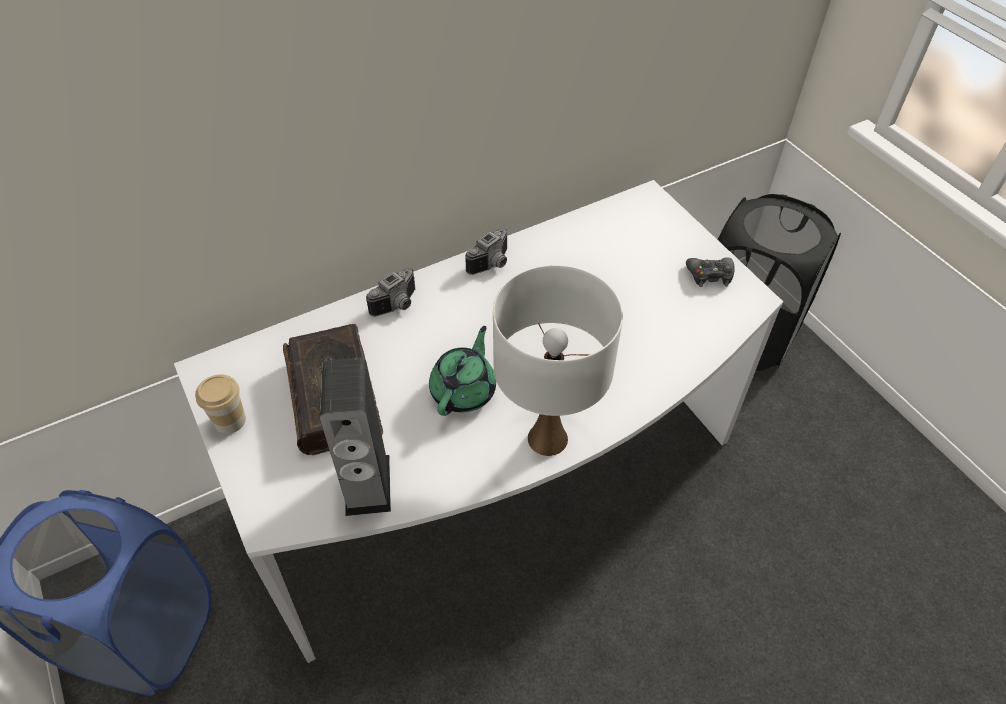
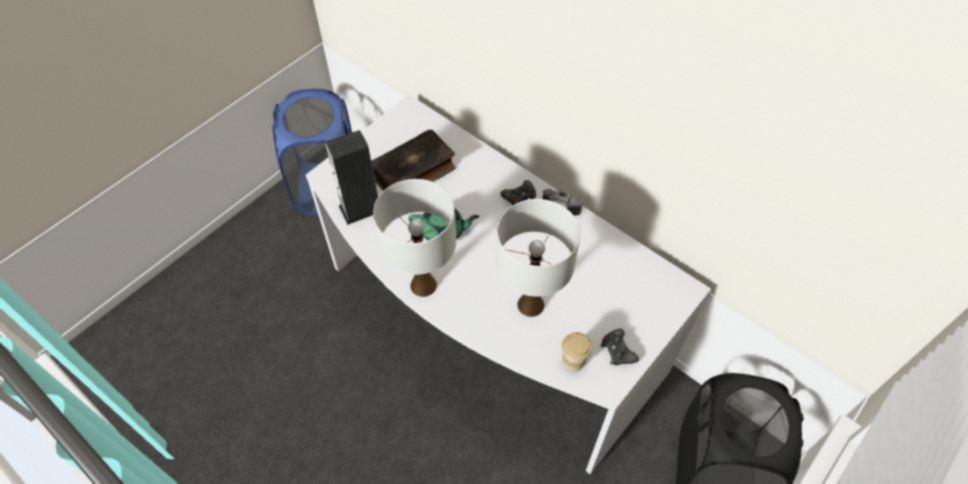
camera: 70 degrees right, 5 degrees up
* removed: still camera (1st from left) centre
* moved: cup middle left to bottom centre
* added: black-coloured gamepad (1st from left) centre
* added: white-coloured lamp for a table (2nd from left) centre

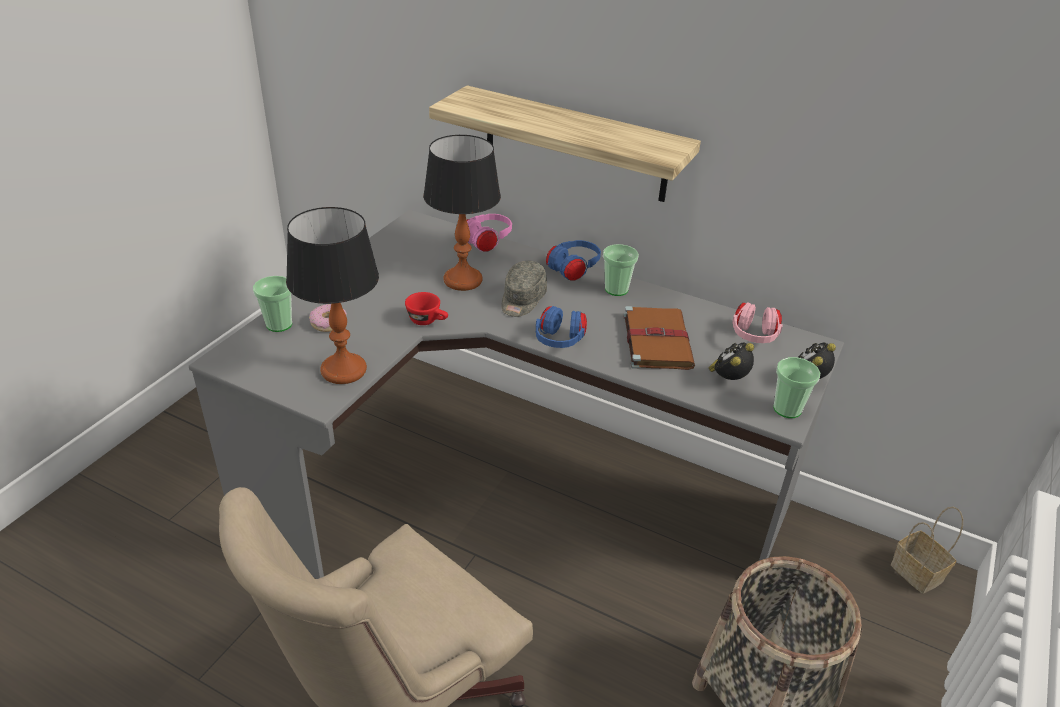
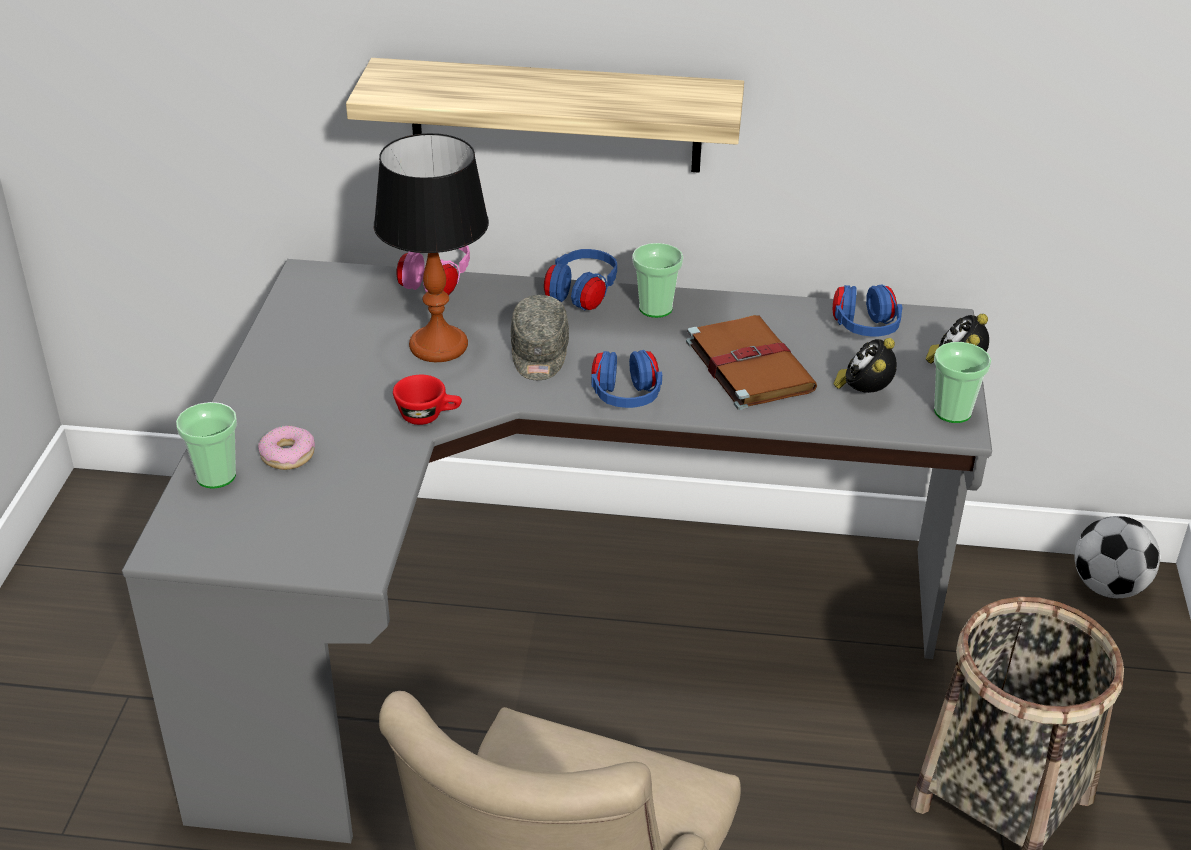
camera: 20 degrees left, 0 degrees up
* removed: lamp for a table (1st from left) middle left
* recoloured: pink pair of headphones (2nd from left) middle right to blue pair of headphones (3rd from left) middle right
* replaced: household basket (2nd from left) bottom right to football ball middle right

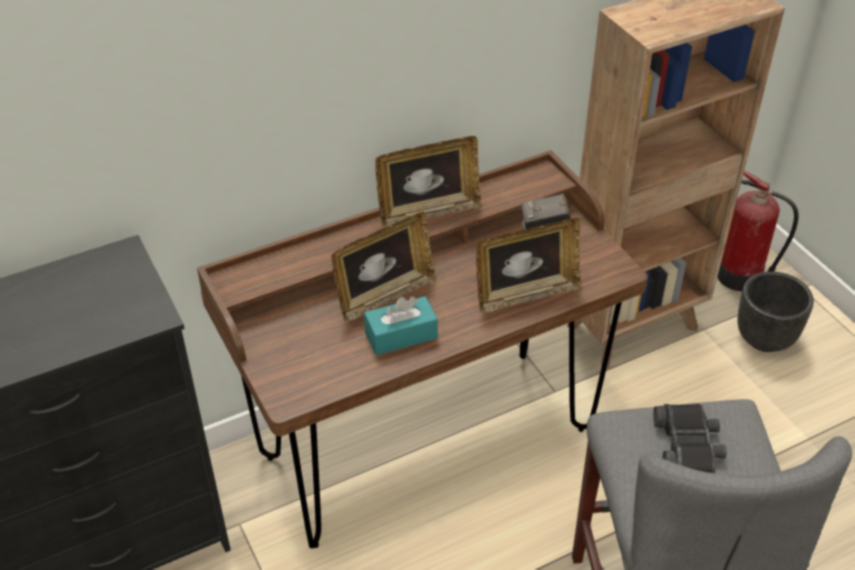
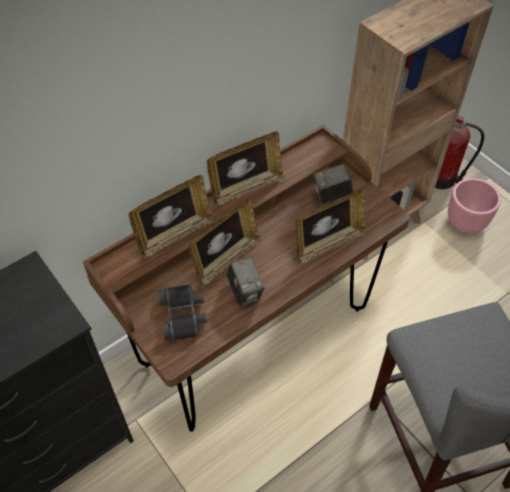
camera: 10 degrees left, 10 degrees up
* recoloured: black-coloured plant pot middle right to pink plant pot middle right
* replaced: blue-green tissue box centre to still camera (1st from left) centre
* moved: black-coloured binoculars bottom right to centre
* added: picture frame (1st from left) centre

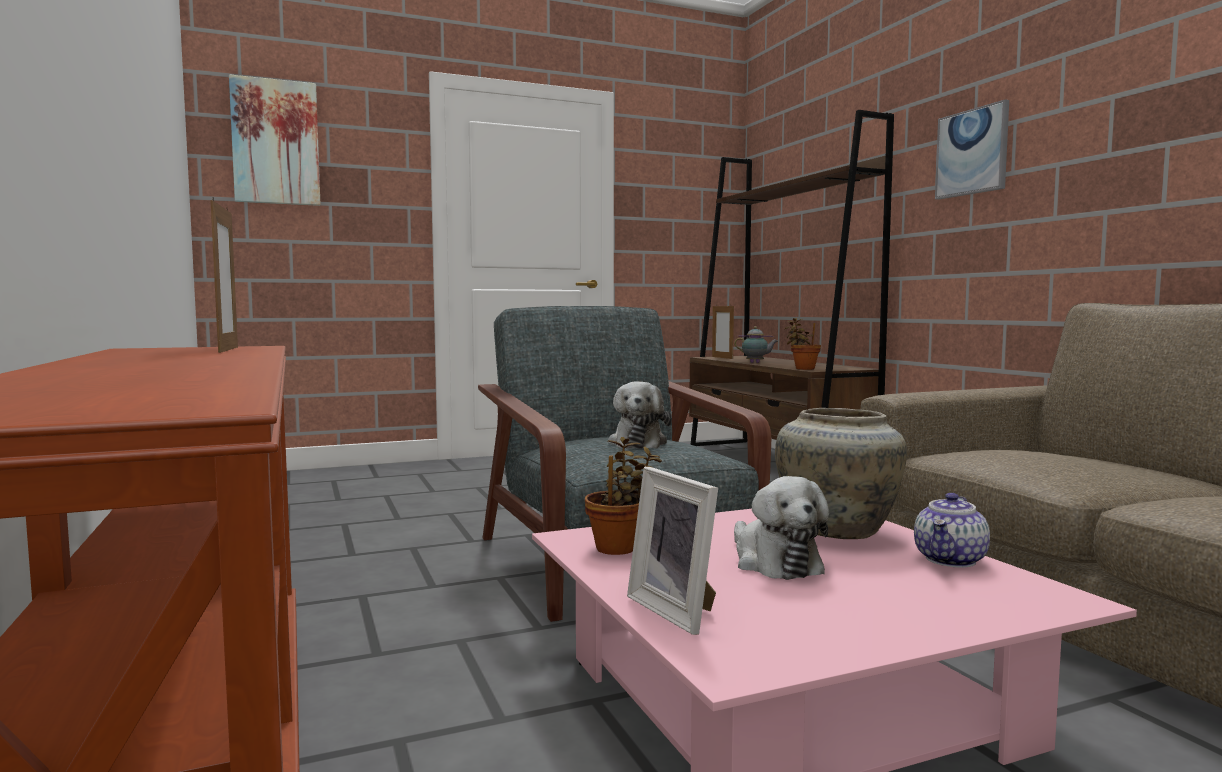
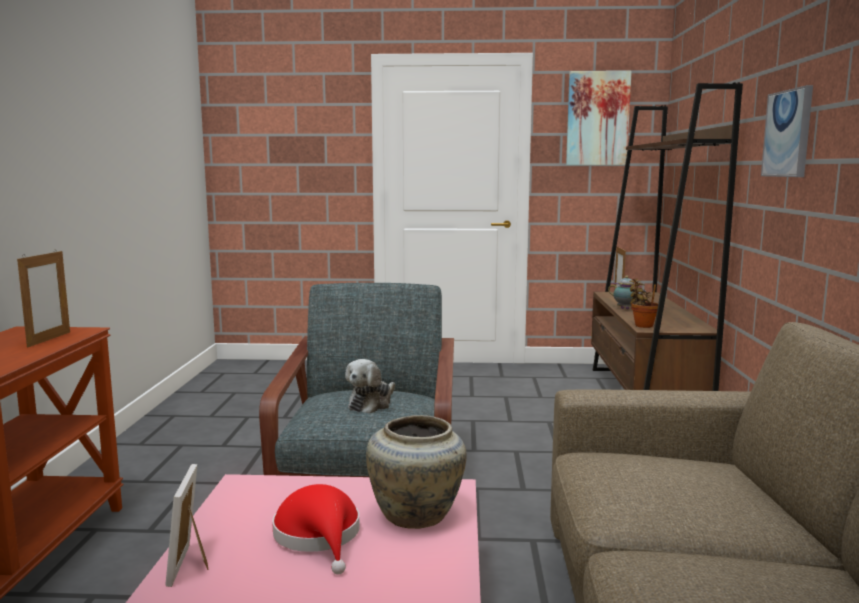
camera: 25 degrees right, 5 degrees up
* moved: wall picture (1st from left) top left to top right
* removed: potted plant (1st from left) centre
* replaced: cuddly toy (2nd from left) bottom centre to reddish wearable hat bottom centre
* removed: pot for tea (2nd from left) bottom right

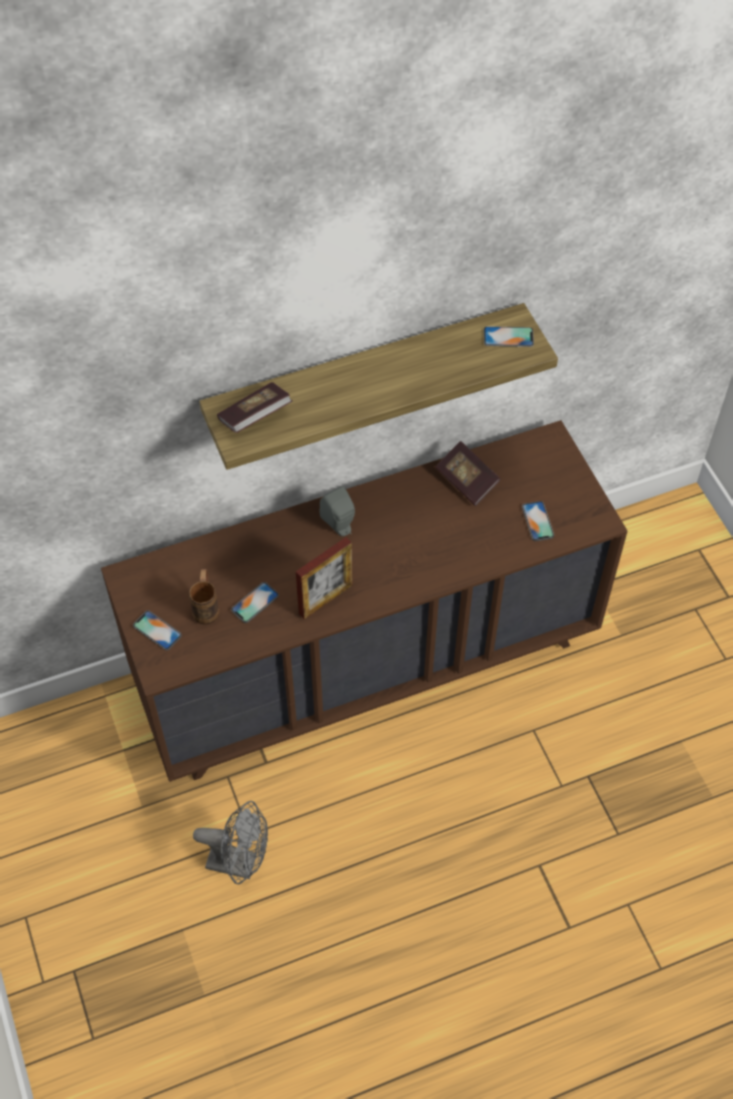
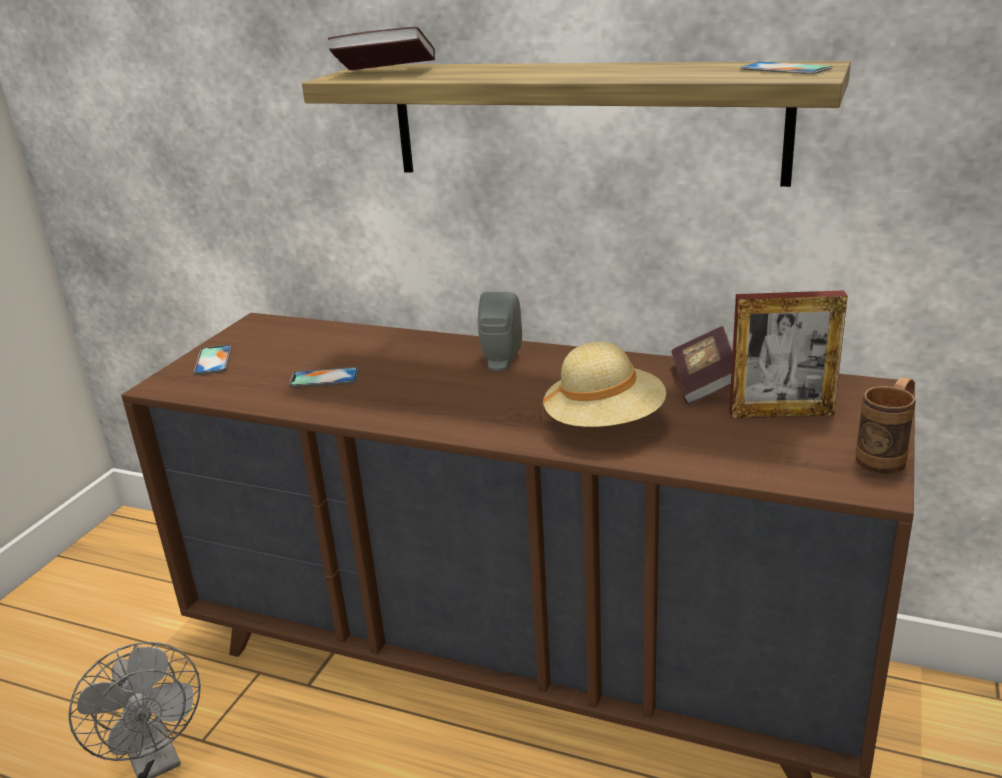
camera: 45 degrees right, 30 degrees down
* removed: telephone (4th from left) middle right
* moved: picture frame centre to middle right
* moved: brownish coffee mug middle left to middle right
* added: beige-coloured wearable hat centre

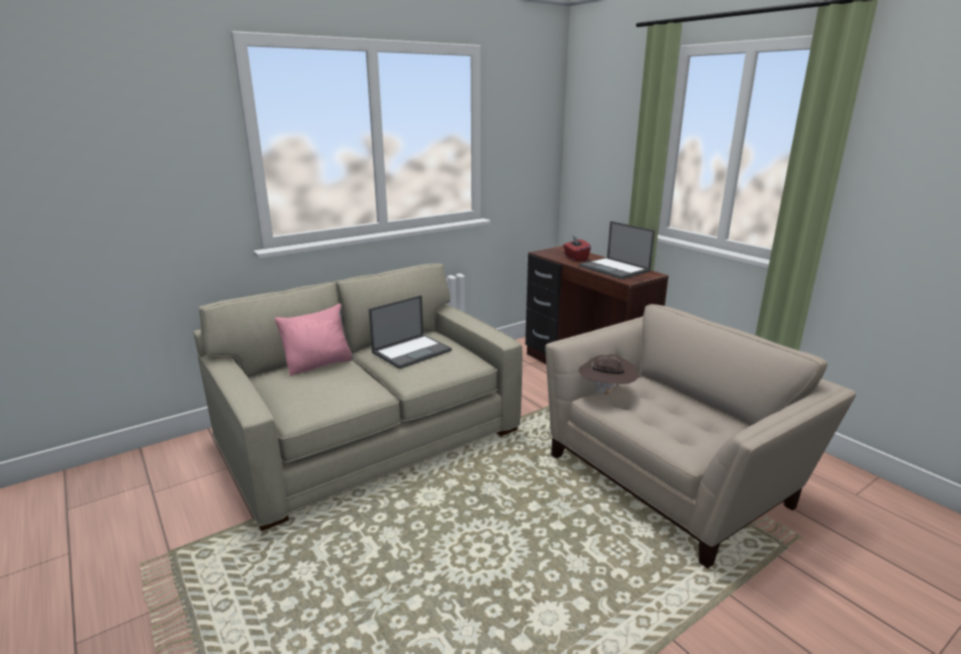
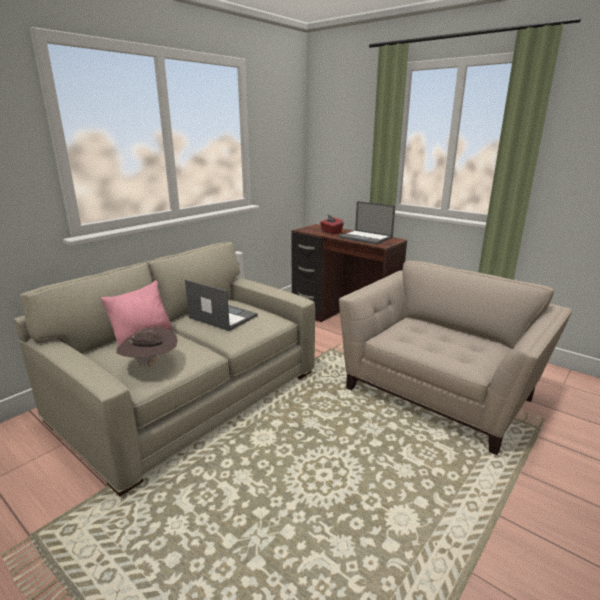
camera: 15 degrees left, 0 degrees up
* turned: portable computer (1st from left) centre = centre 90 degrees counterclockwise
* moved: brownish wearable hat centre to middle left

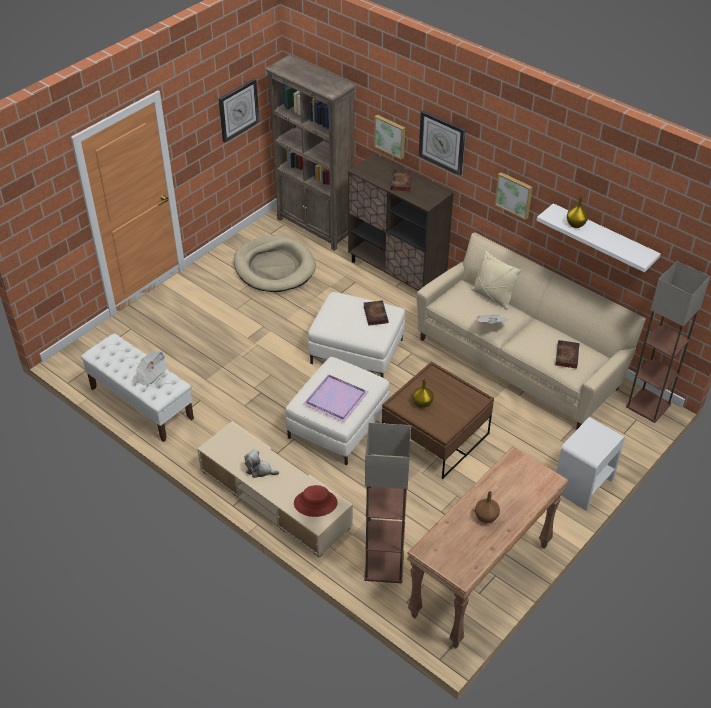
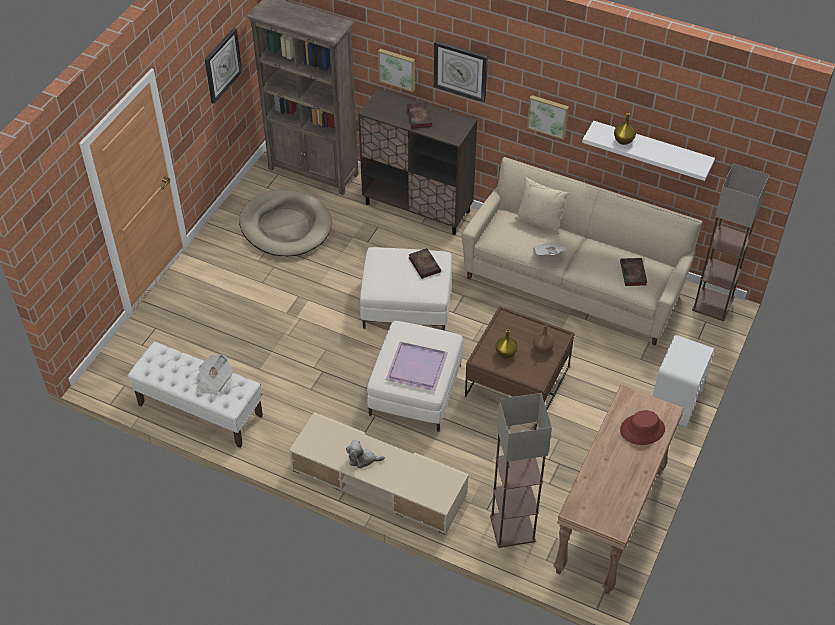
camera: 15 degrees left, 5 degrees up
* moved: reddish wearable hat bottom centre to bottom right
* moved: brownish flower vase bottom right to centre

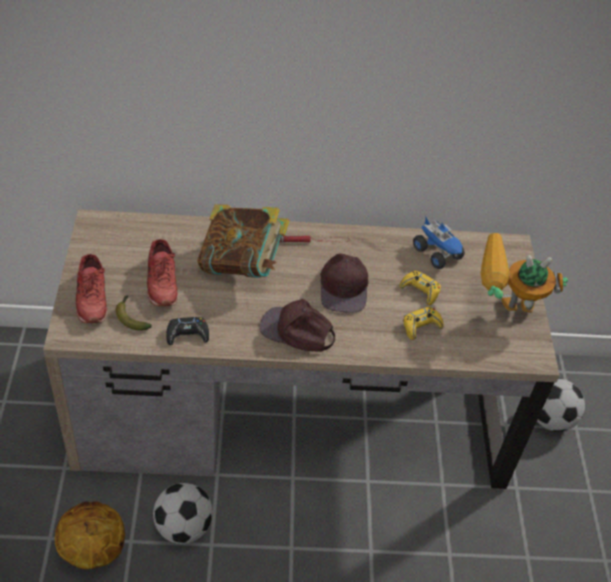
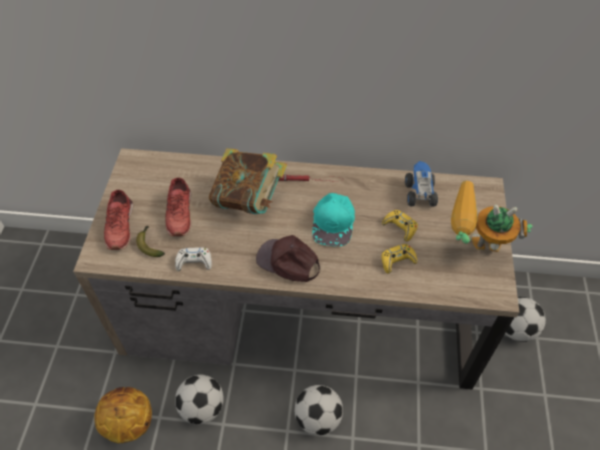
camera: 10 degrees right, 5 degrees up
* turned: toy lorry middle right = middle right 150 degrees counterclockwise
* recoloured: brownish peaked cap (2nd from left) centre to blue-green peaked cap centre
* recoloured: black-coloured gamepad middle left to white-coloured gamepad middle left
* added: football ball (2nd from left) bottom centre

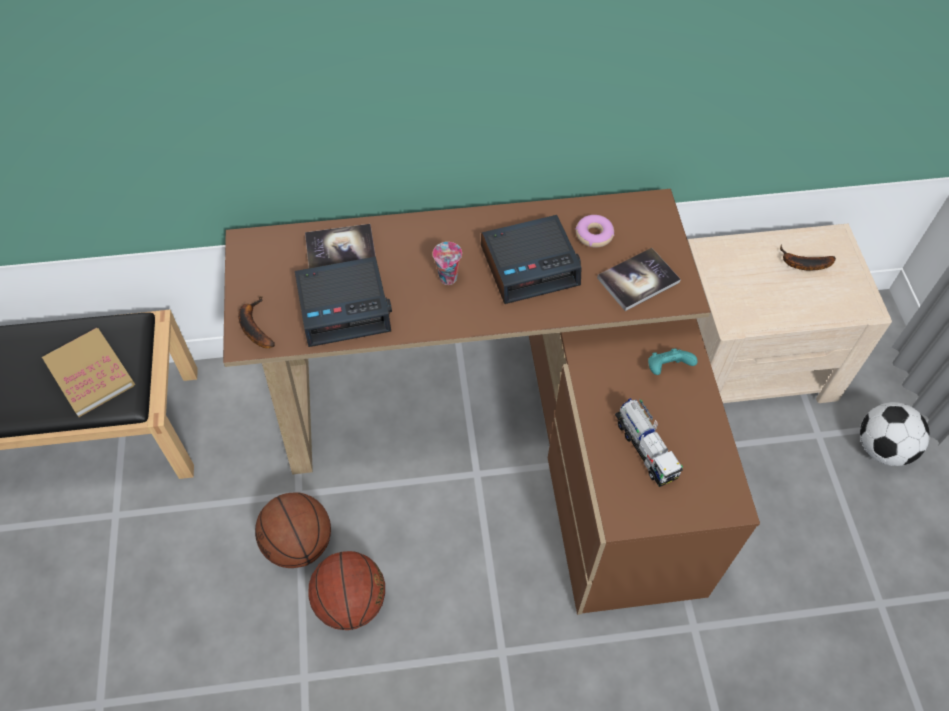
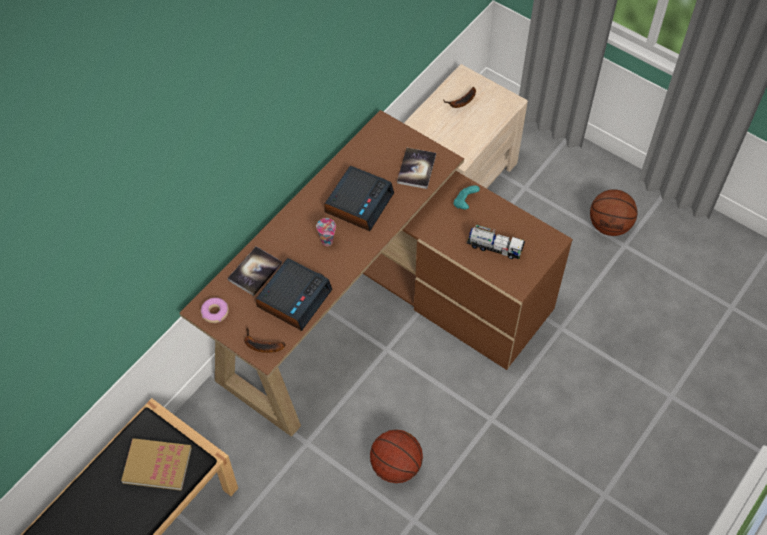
camera: 45 degrees left, 0 degrees up
* moved: doughnut top centre to middle left
* removed: football ball middle right
* moved: ball for basketball (1st from left in the first image) bottom left to ball for basketball (2nd from left) middle right

